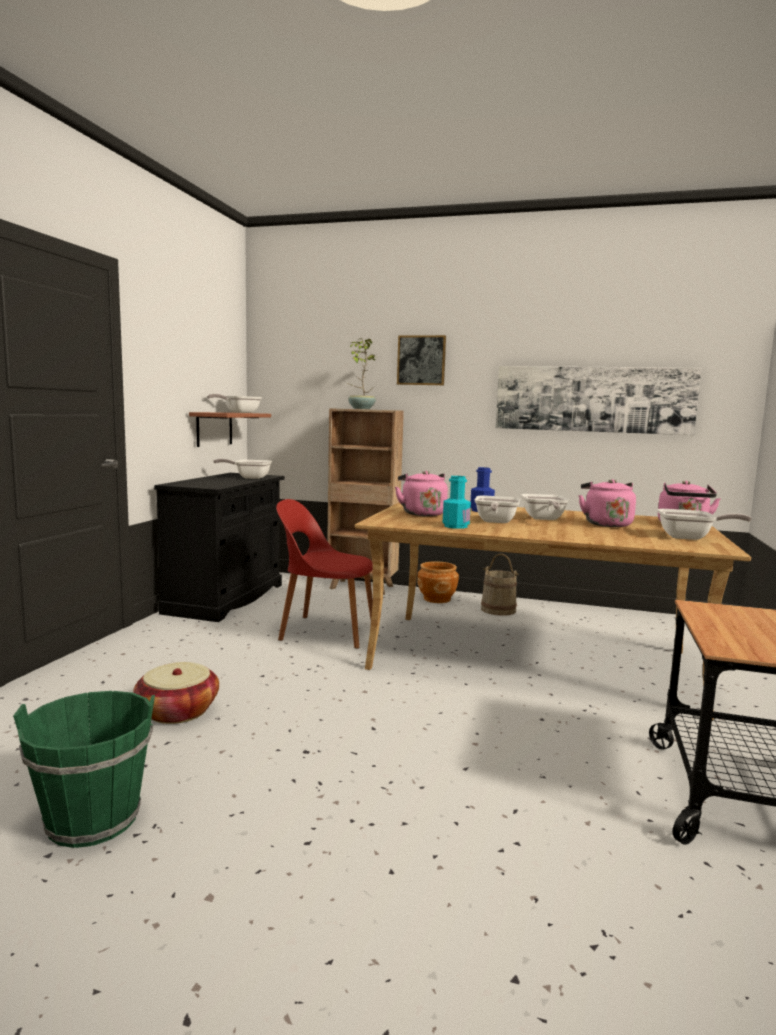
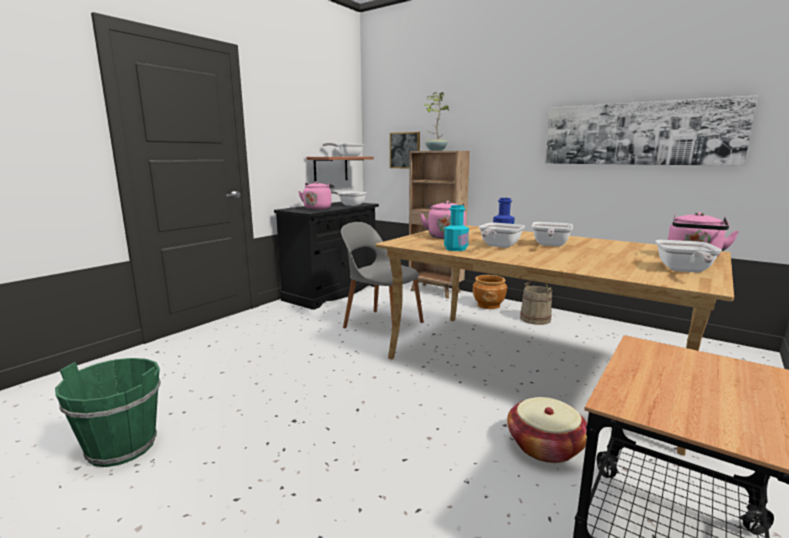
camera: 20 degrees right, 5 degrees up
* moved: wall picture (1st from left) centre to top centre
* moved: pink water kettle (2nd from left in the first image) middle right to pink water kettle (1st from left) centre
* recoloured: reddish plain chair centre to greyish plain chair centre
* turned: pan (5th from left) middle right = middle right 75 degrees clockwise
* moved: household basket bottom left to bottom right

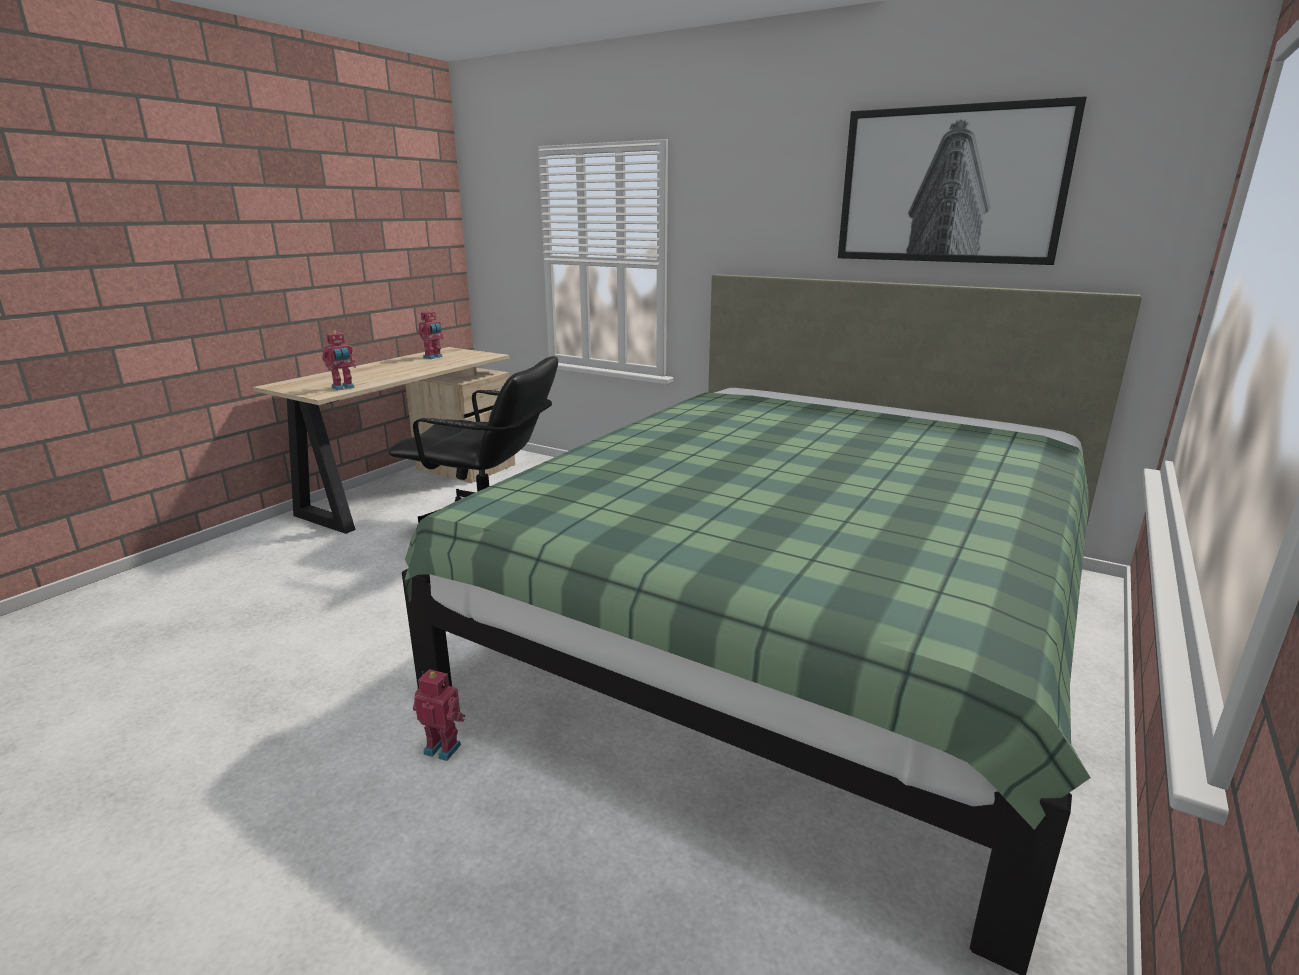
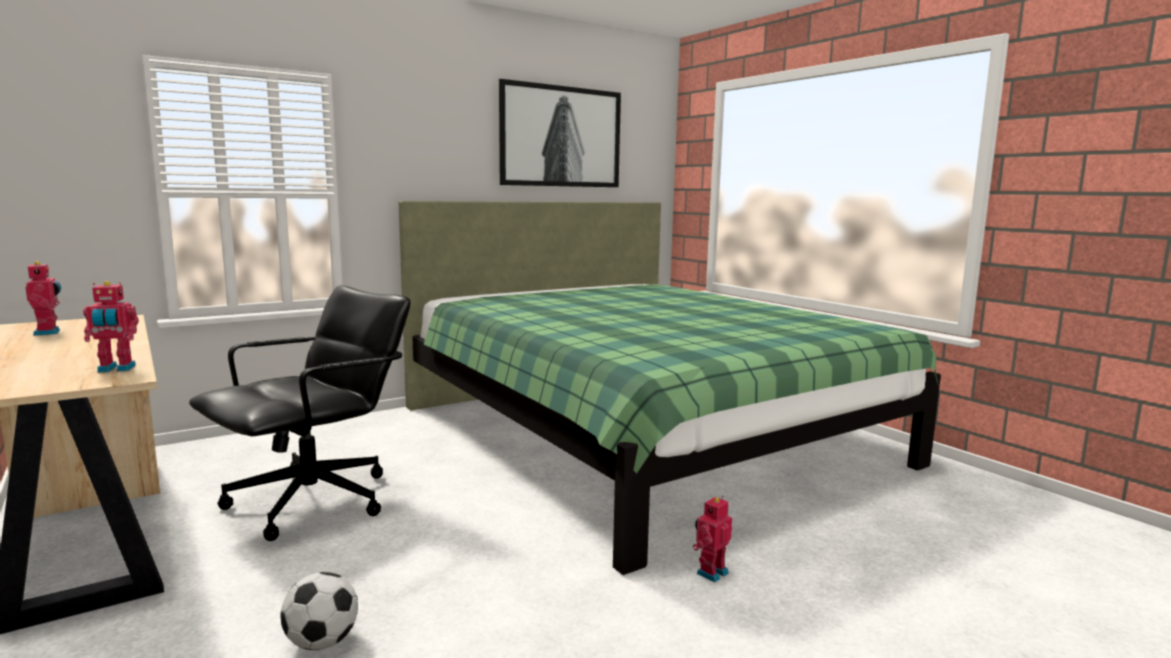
camera: 65 degrees left, 10 degrees down
* turned: robot figure (1st from left in the first image) middle left = middle left 90 degrees clockwise
* added: football ball bottom left

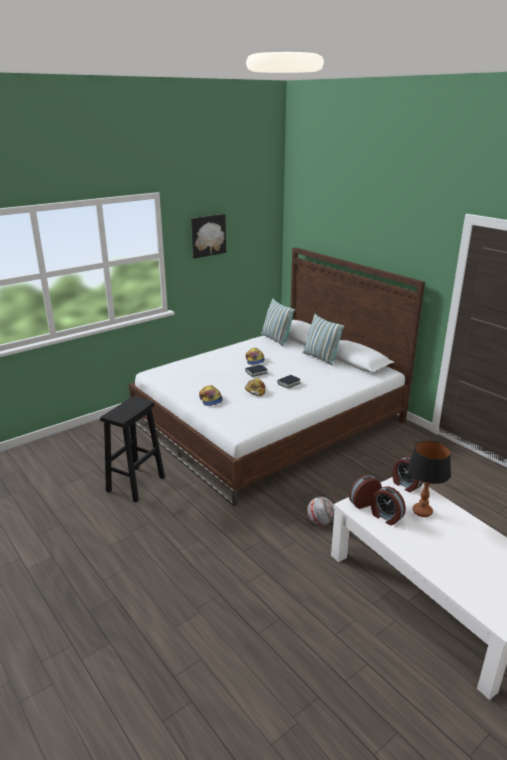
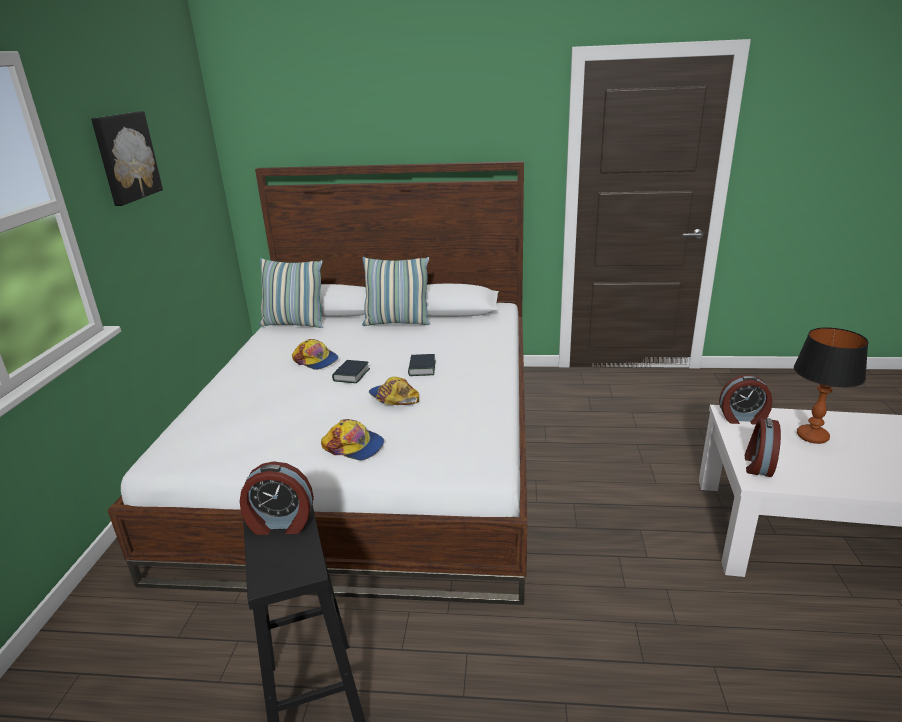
camera: 45 degrees left, 0 degrees up
* moved: alarm clock (2nd from left in the first image) middle right to alarm clock (1st from left) bottom left
* removed: football ball bottom centre

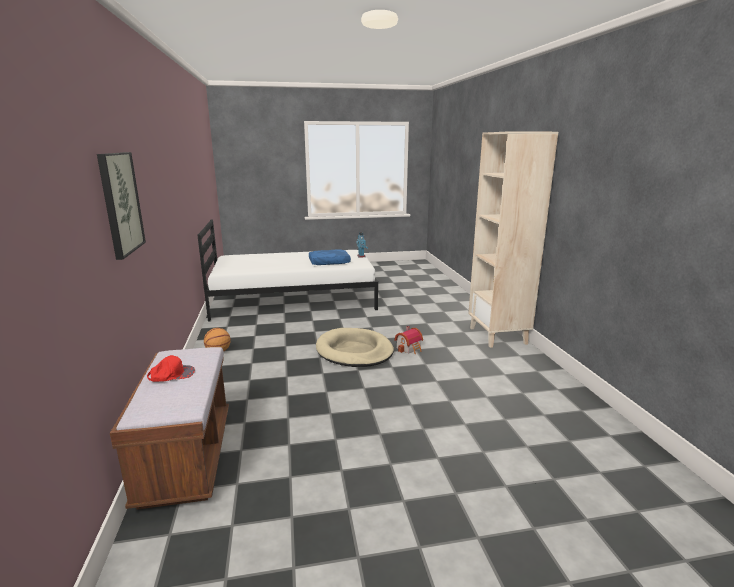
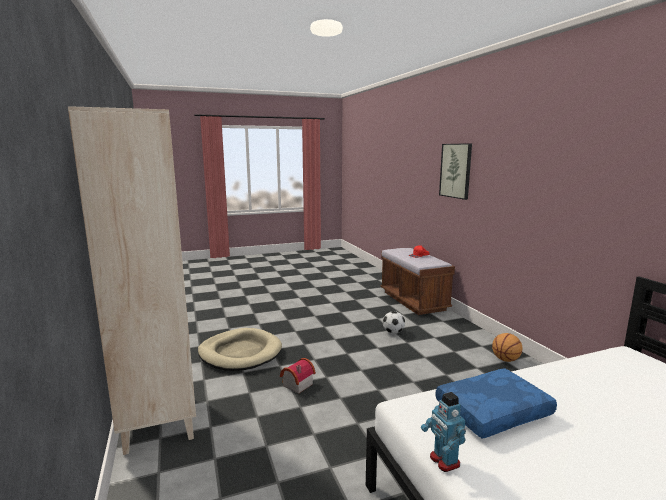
camera: 170 degrees right, 5 degrees down
* moved: beige-coloured dog cushion centre to bottom centre
* added: football ball centre

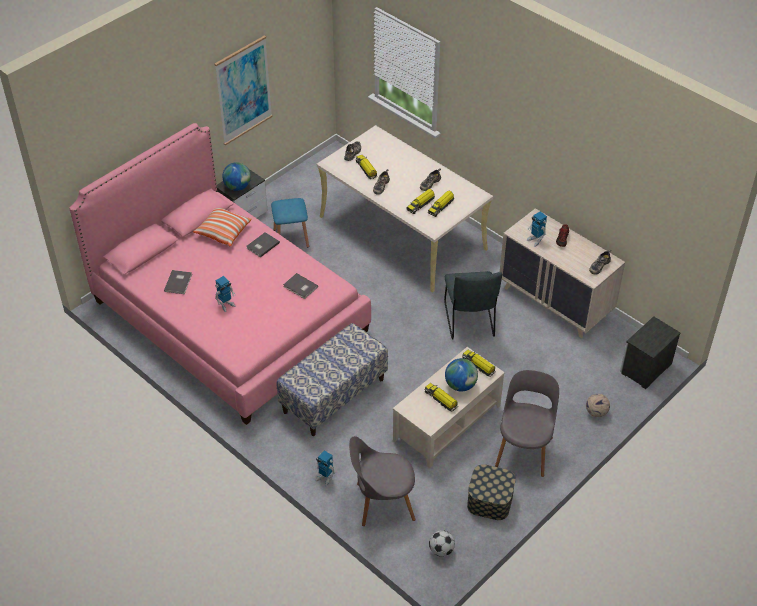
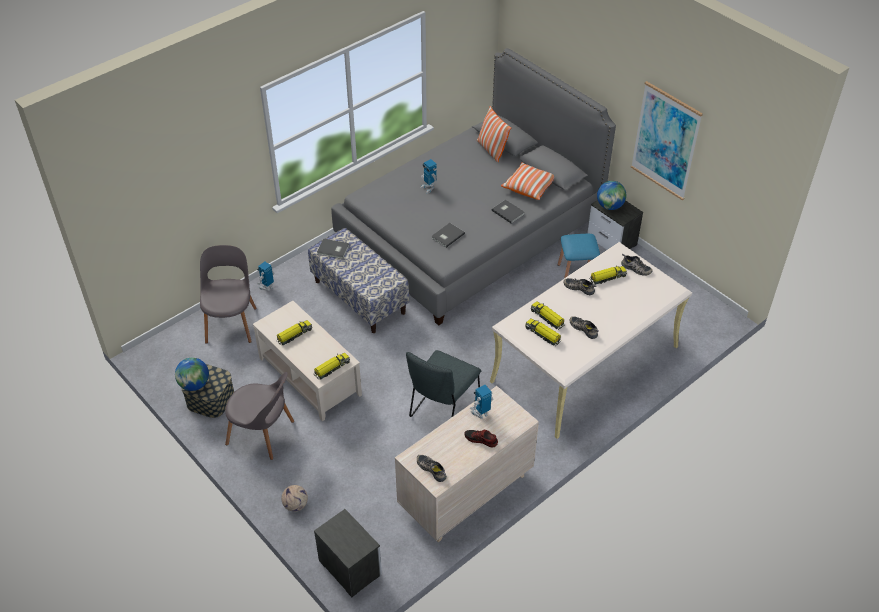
camera: 95 degrees right, 0 degrees up
* recoloured: pink sleeping bed middle left to greyish sleeping bed top centre
* moved: greyish volume (1st from left) middle left to centre
* turned: greyish plain chair (2nd from left in the first image) centre = centre 60 degrees counterclockwise
* moved: desk globe (2nd from left in the first image) centre to desk globe (1st from left) middle left
* removed: football ball (1st from left) bottom centre
* added: cushion (1st from left) top centre

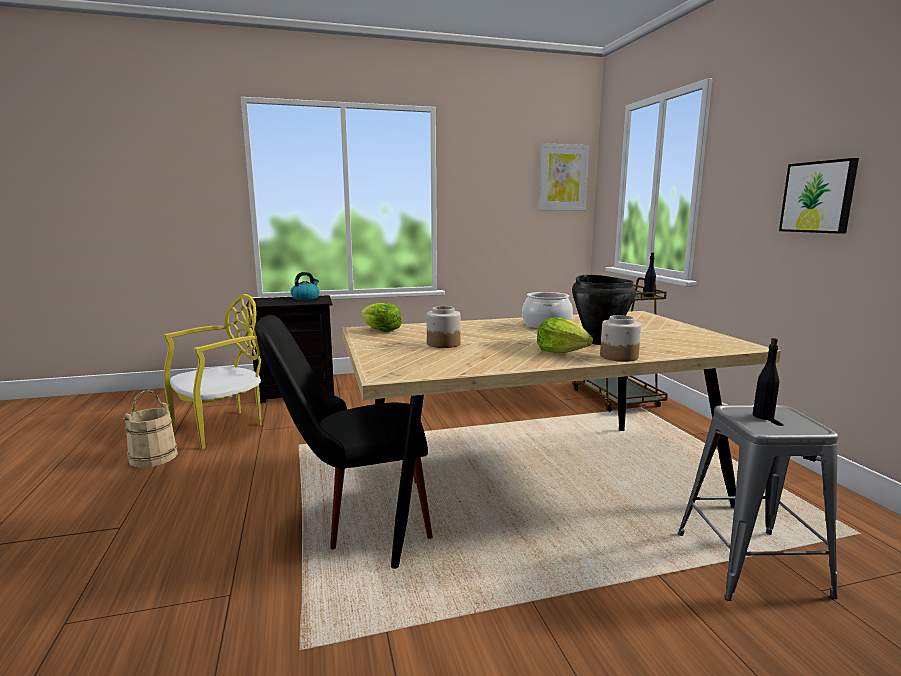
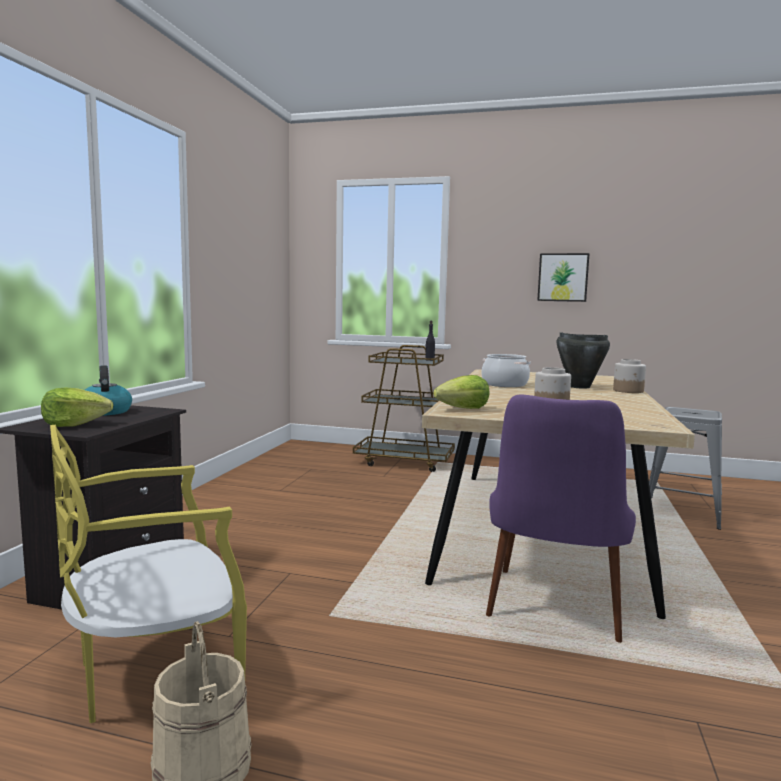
camera: 60 degrees left, 5 degrees down
* removed: wall picture (1st from left) top centre
* turned: yellowish plain chair middle left = bottom left 105 degrees counterclockwise
* recoloured: black-coloured plain chair centre to purple plain chair middle right
* moved: lettuce (2nd from left in the first image) centre to lettuce (1st from left) middle left
* removed: black-coloured beverage bottle (2nd from left) middle right

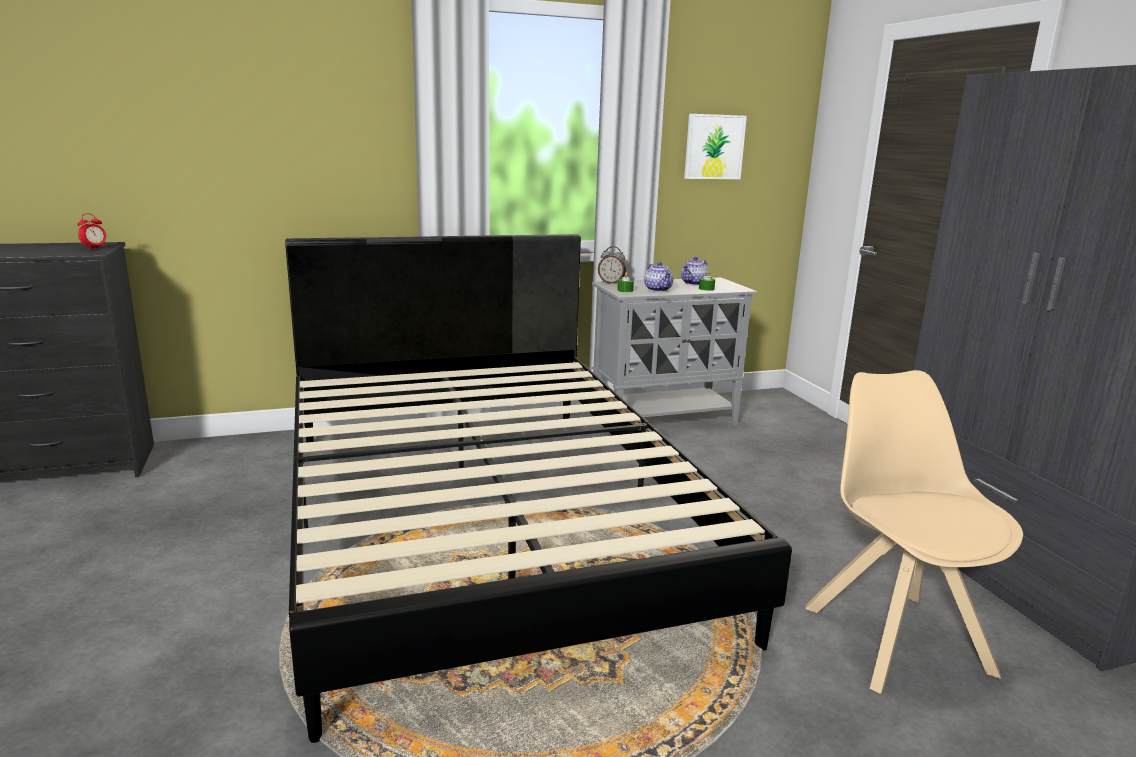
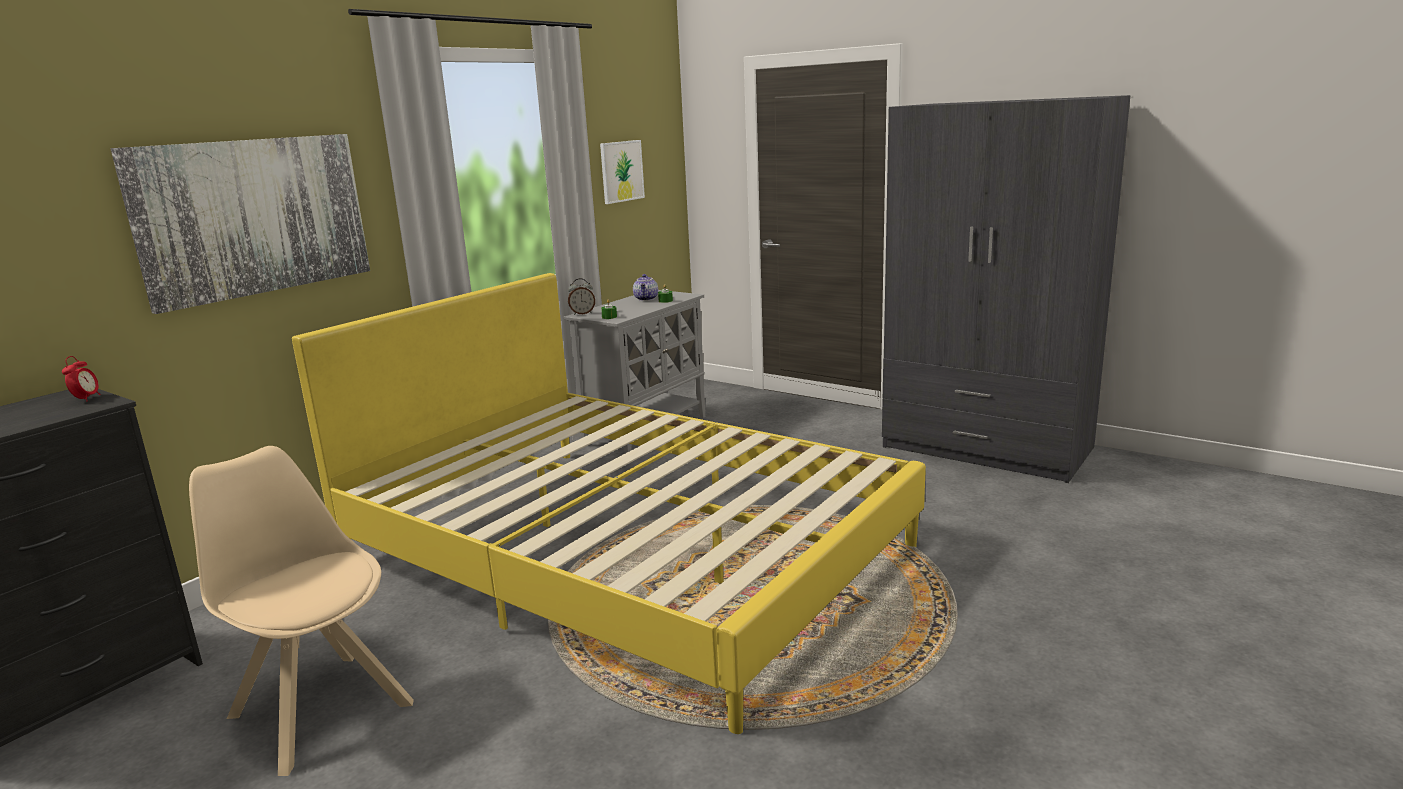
camera: 35 degrees left, 0 degrees up
* recoloured: black-coloured sleeping bed centre to yellowish sleeping bed centre
* removed: pot for tea (1st from left) centre
* moved: beige-coloured plain chair bottom right to bottom left
* added: wall picture (1st from left) top left

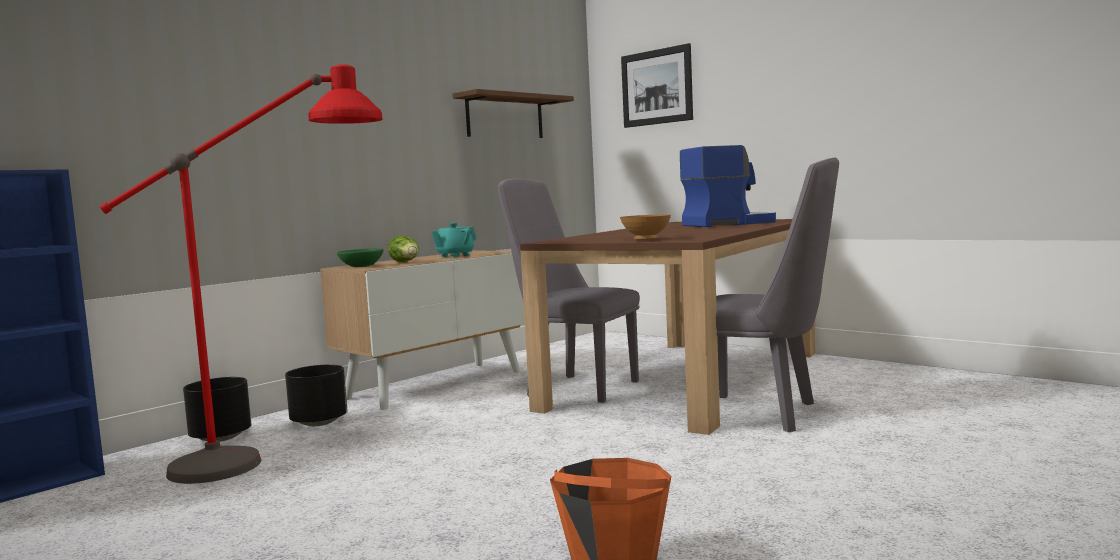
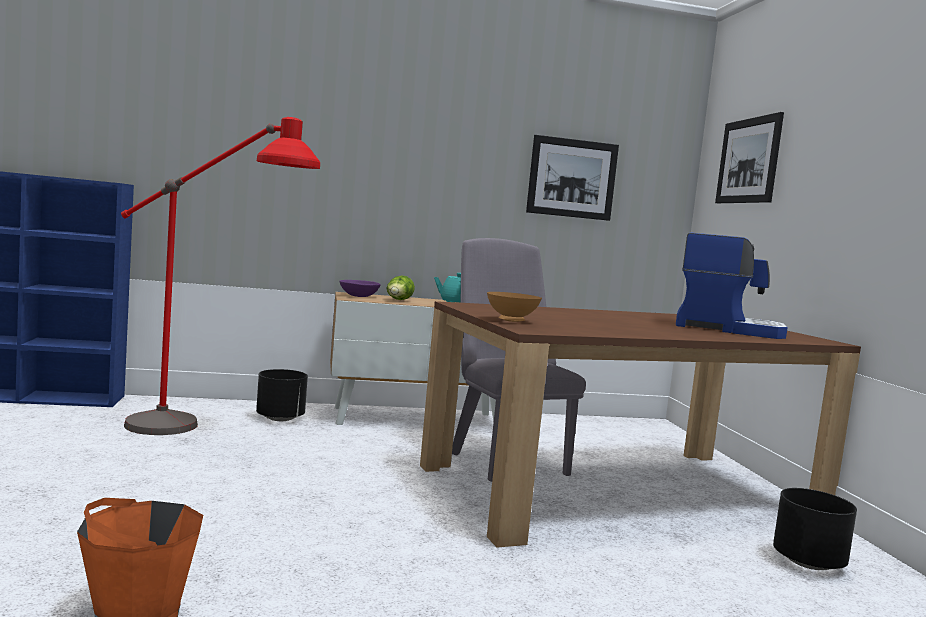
camera: 35 degrees right, 0 degrees up
* replaced: shelf top centre to wall picture (1st from left) top centre
* removed: greyish plain chair (2nd from left) middle right
* recoloured: green-coloured deep dish middle left to purple deep dish centre
* moved: black-coloured plant pot (1st from left in the first image) bottom left to black-coloured plant pot (2nd from left) bottom right

